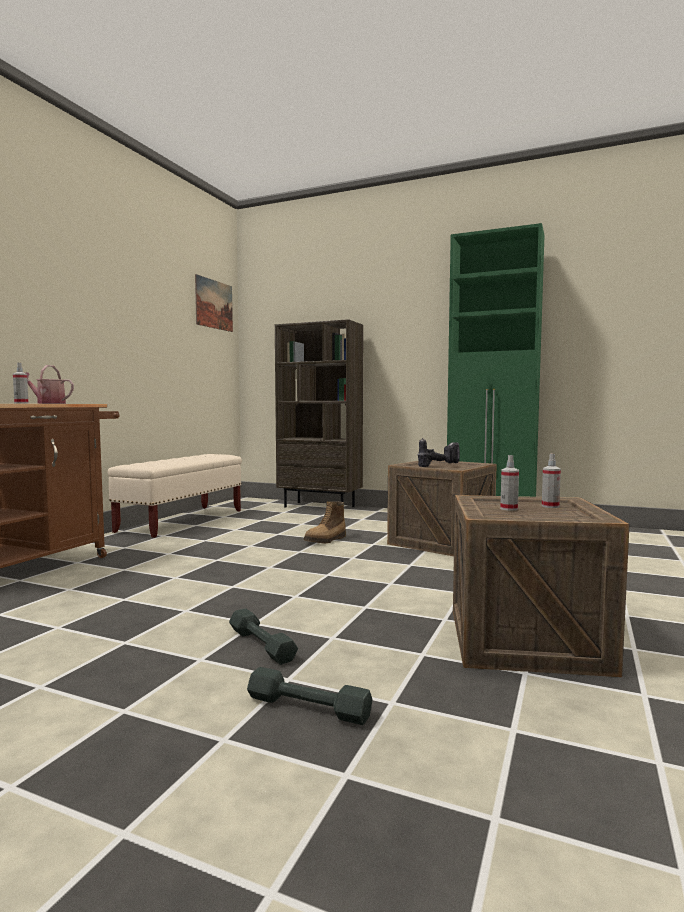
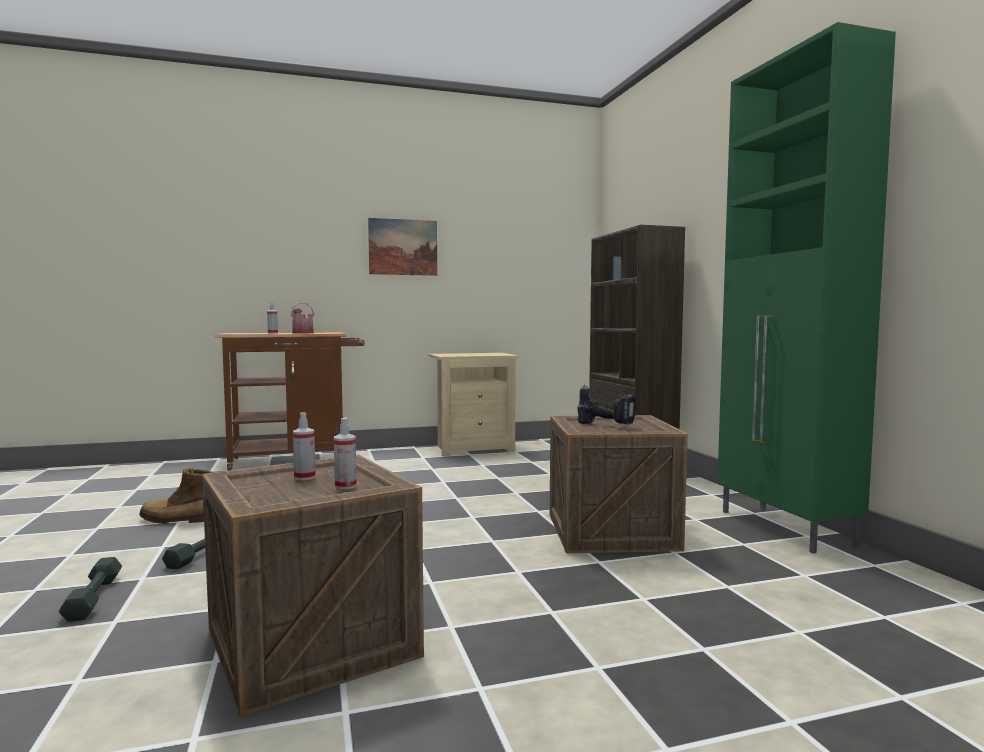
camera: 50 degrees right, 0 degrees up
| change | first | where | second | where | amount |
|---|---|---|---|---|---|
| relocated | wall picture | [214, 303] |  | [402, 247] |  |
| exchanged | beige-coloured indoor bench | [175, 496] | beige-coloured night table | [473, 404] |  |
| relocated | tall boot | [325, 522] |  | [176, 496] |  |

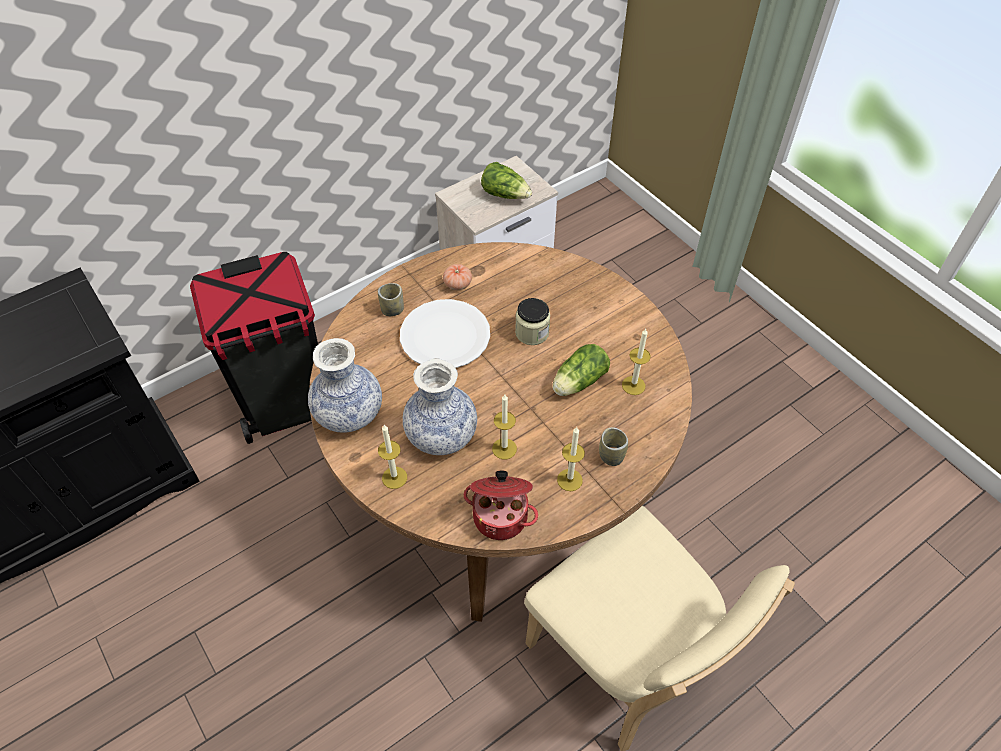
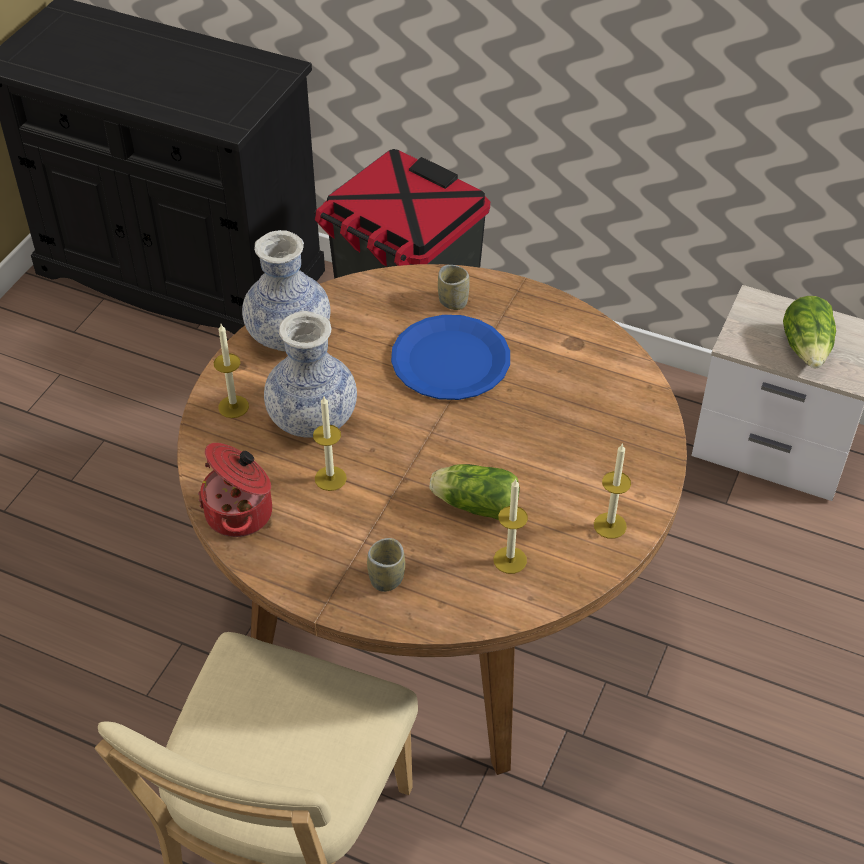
camera: 60 degrees right, 5 degrees down
| change | first | where | second | where | amount |
|---|---|---|---|---|---|
| missing | whole tomato | [457, 277] |  |  |  |
| missing | jar | [532, 321] |  |  |  |
| colour | white dinner plate | [445, 333] | bluish dinner plate | [450, 357] |  |
| relocated | wax light | [571, 459] |  | [612, 491] |  |

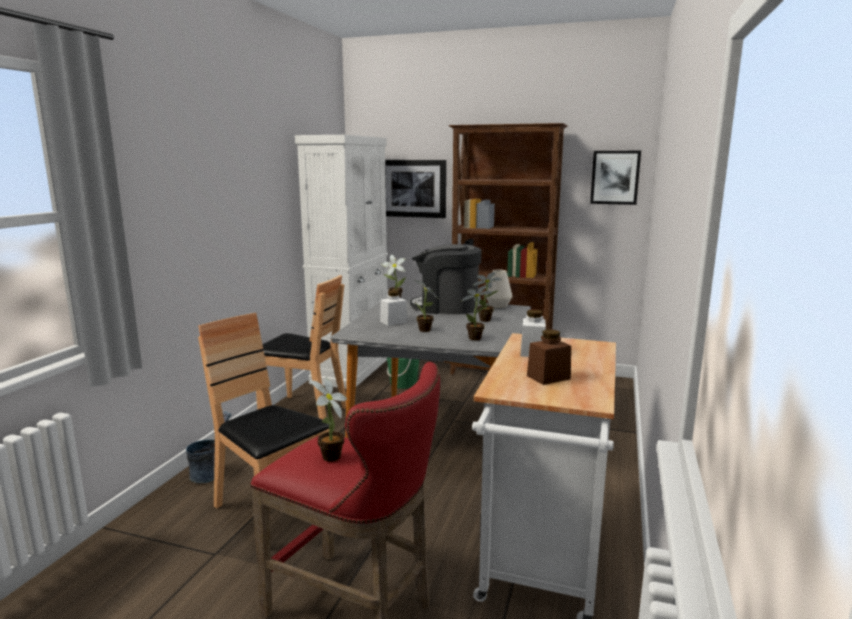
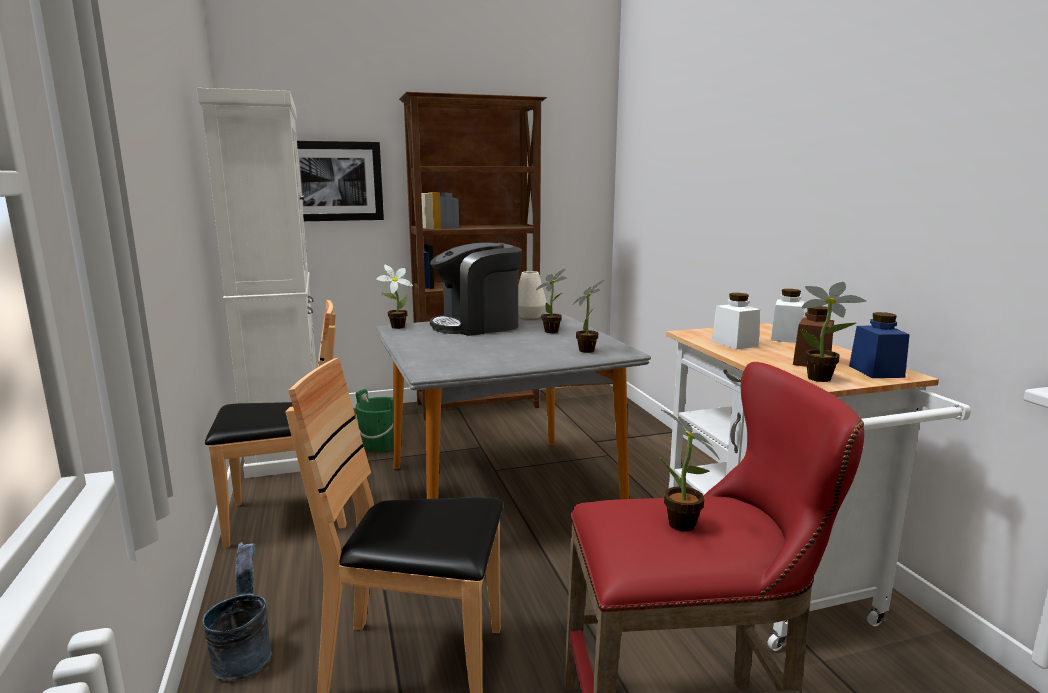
camera: 35 degrees left, 0 degrees up
| change | first | where | second | where | amount |
|---|---|---|---|---|---|
| missing | wall picture | [615, 178] |  |  |  |
| relocated | potted plant | [426, 306] |  | [833, 332] |  |
| relocated | white jar | [394, 308] |  | [787, 316] |  |
| appeared |  |  | bluish jar | [879, 345] |  |

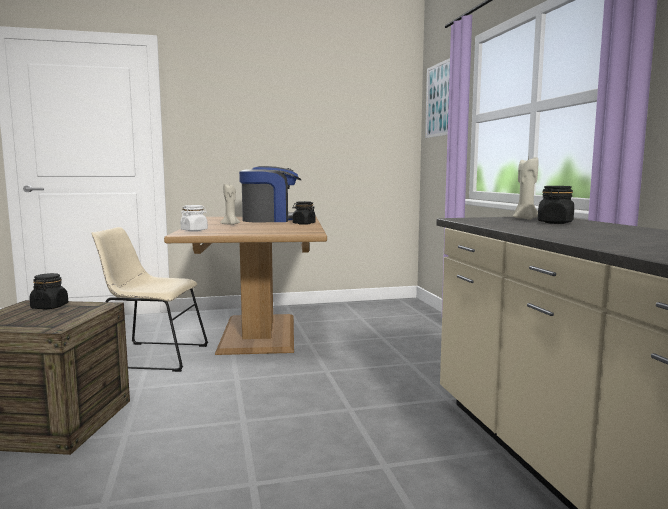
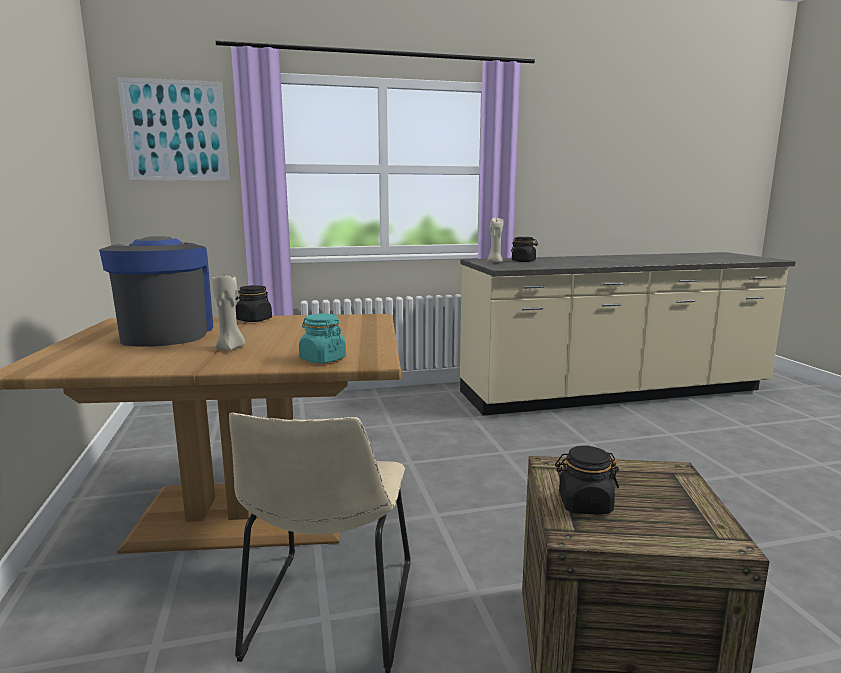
camera: 90 degrees left, 5 degrees up
| change | first | where | second | where | amount |
|---|---|---|---|---|---|
| colour | white jar | [194, 218] | turquoise-coloured jar | [322, 338] |  |

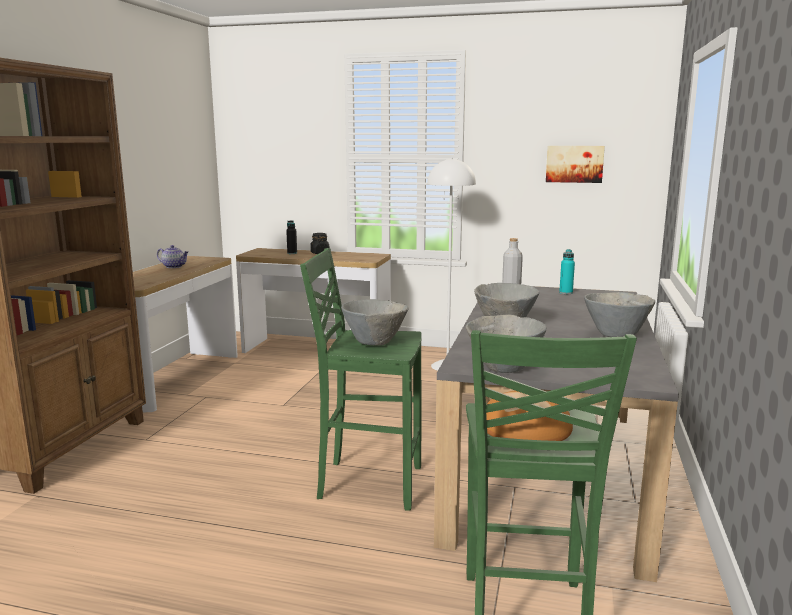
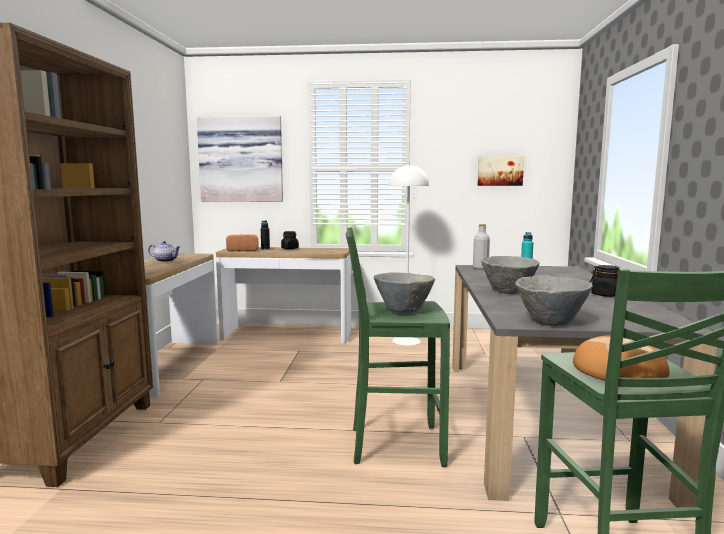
camera: 10 degrees left, 5 degrees down
| change | first | where | second | where | amount |
|---|---|---|---|---|---|
| exchanged | greyish bowl | [620, 314] | blackish jar | [604, 281] |  |
| appeared |  |  | wall picture | [240, 159] |  |
| appeared |  |  | bakery bread | [242, 242] |  |

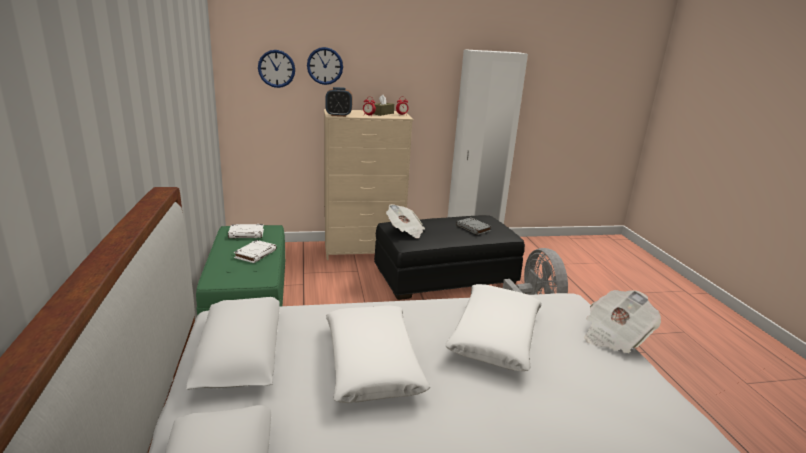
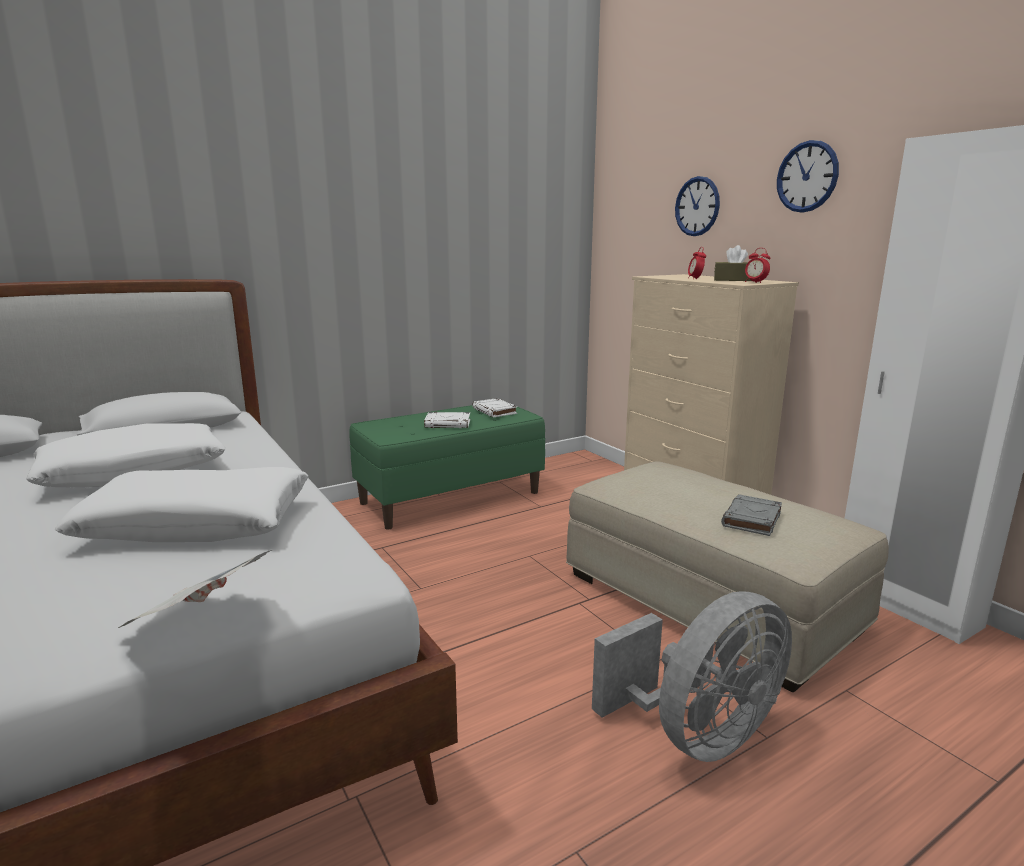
camera: 70 degrees right, 5 degrees down
| change | first | where | second | where | amount |
|---|---|---|---|---|---|
| relocated | hanging clock | [276, 69] |  | [808, 176] |  |
| missing | bedside clock | [338, 102] |  |  |  |
| missing | printed paper | [405, 221] |  |  |  |
| colour | blackish footrest | [449, 257] | beige-coloured footrest | [727, 576] |  |

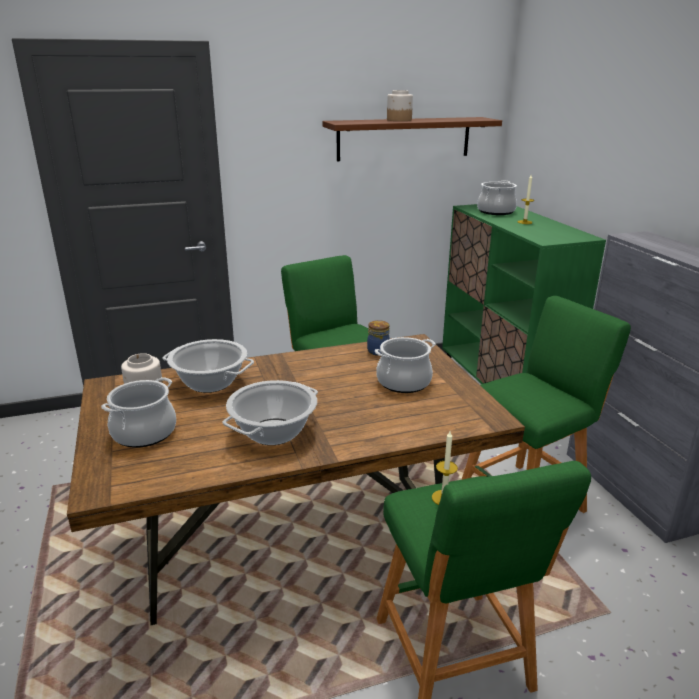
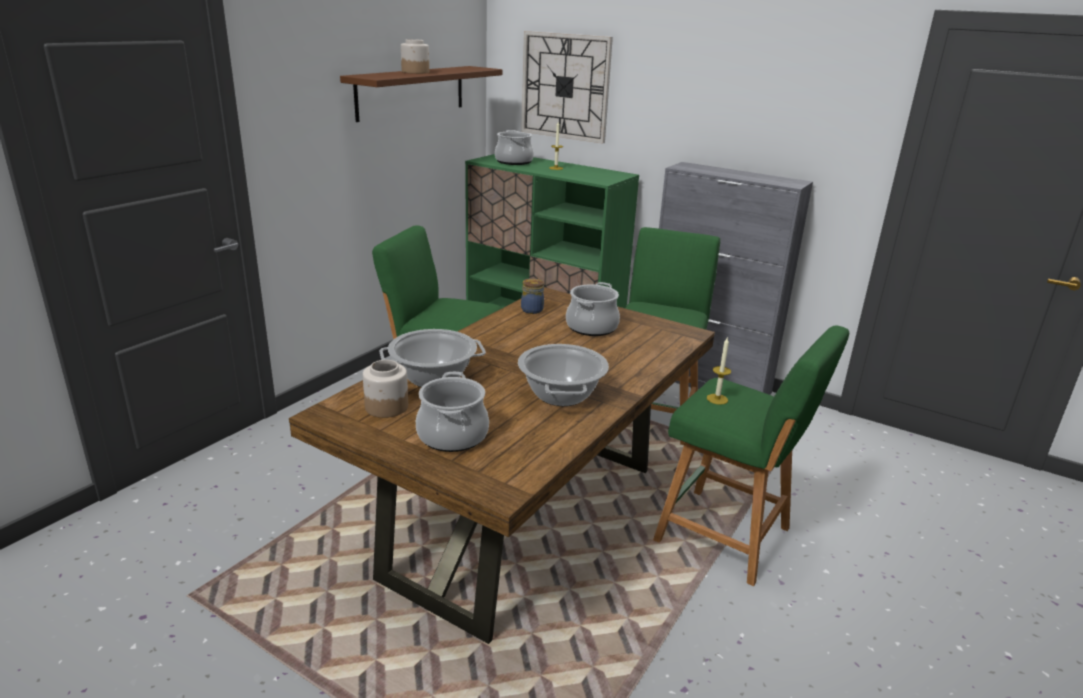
camera: 40 degrees left, 0 degrees up
| change | first | where | second | where | amount |
|---|---|---|---|---|---|
| appeared |  |  | hanging clock | [567, 87] |  |

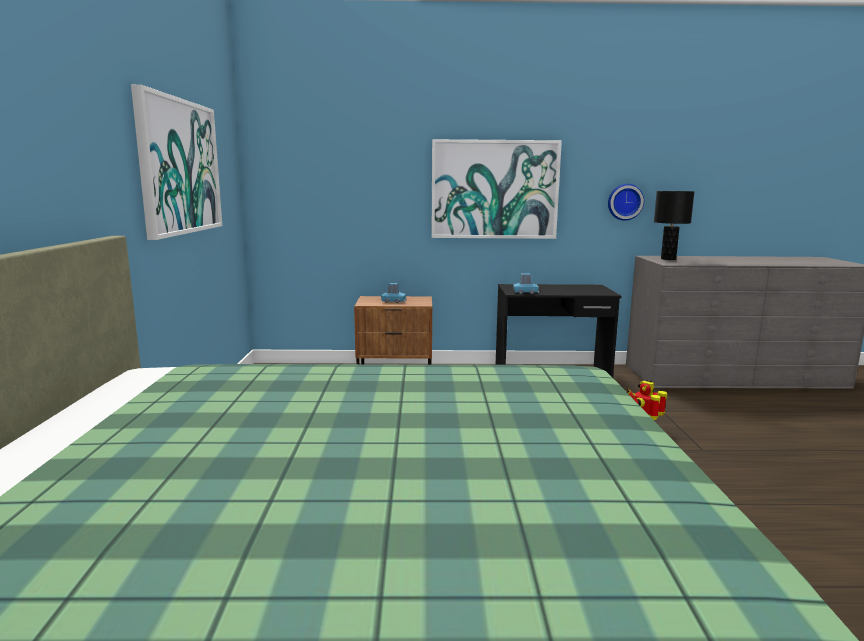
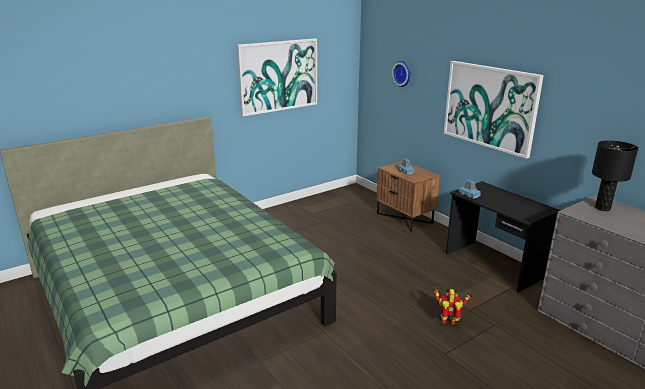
camera: 55 degrees right, 10 degrees up
| change | first | where | second | where | amount |
|---|---|---|---|---|---|
| relocated | hanging clock | [626, 202] |  | [401, 74] |  |

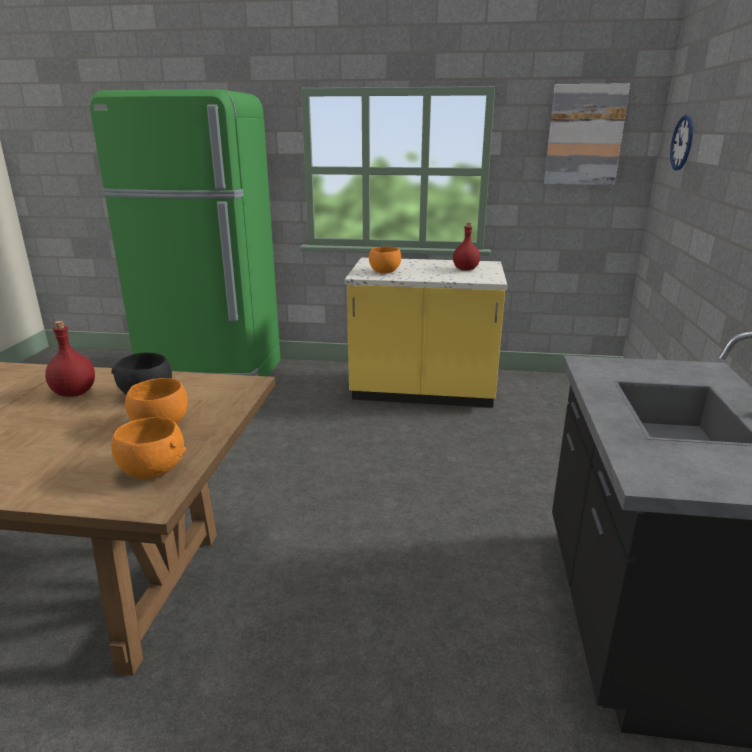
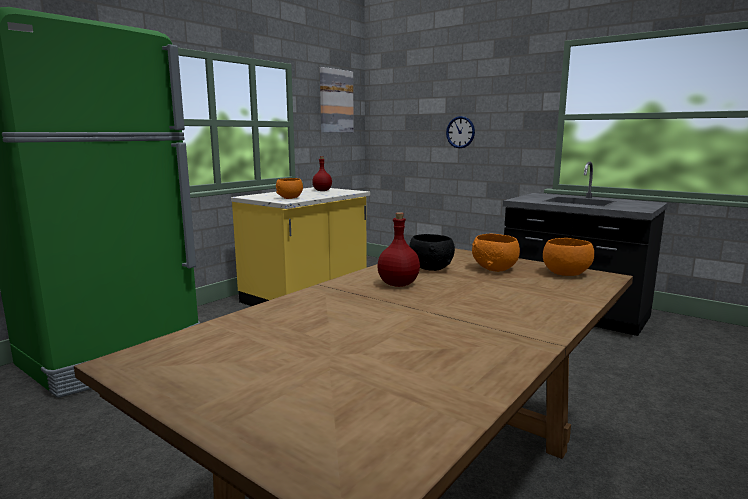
camera: 60 degrees left, 10 degrees down
| change | first | where | second | where | amount |
|---|---|---|---|---|---|
| relocated | hanging clock | [681, 142] |  | [460, 132] |  |

